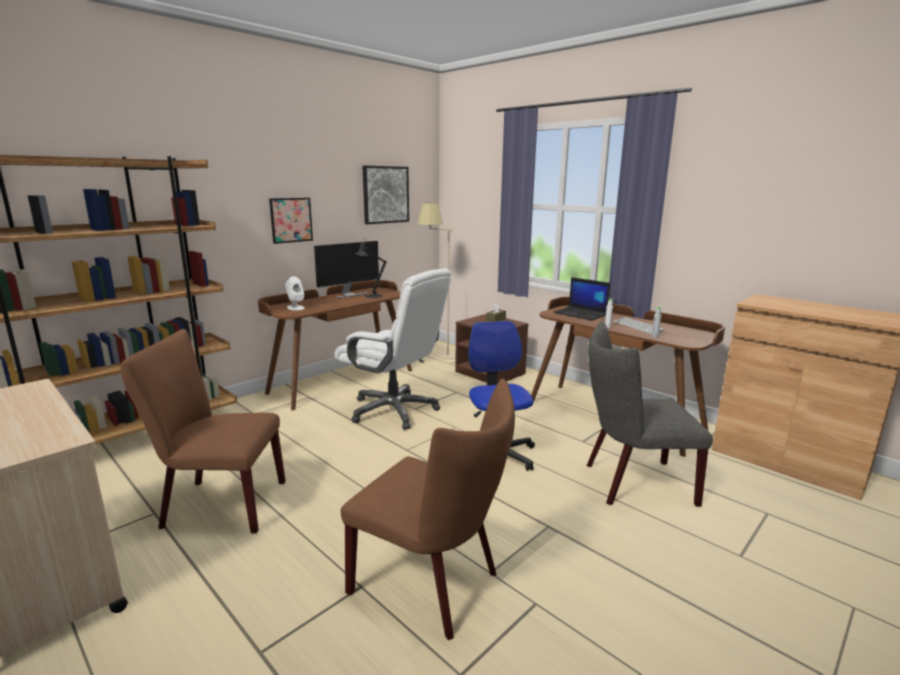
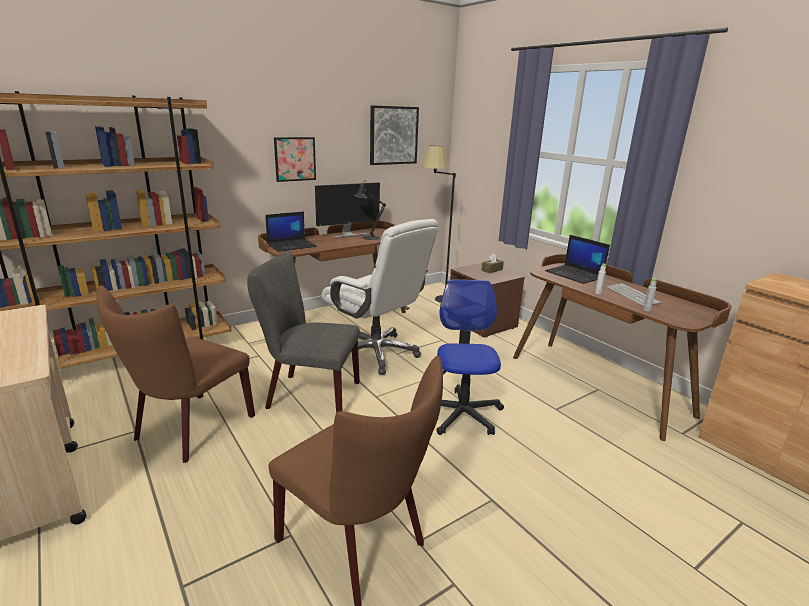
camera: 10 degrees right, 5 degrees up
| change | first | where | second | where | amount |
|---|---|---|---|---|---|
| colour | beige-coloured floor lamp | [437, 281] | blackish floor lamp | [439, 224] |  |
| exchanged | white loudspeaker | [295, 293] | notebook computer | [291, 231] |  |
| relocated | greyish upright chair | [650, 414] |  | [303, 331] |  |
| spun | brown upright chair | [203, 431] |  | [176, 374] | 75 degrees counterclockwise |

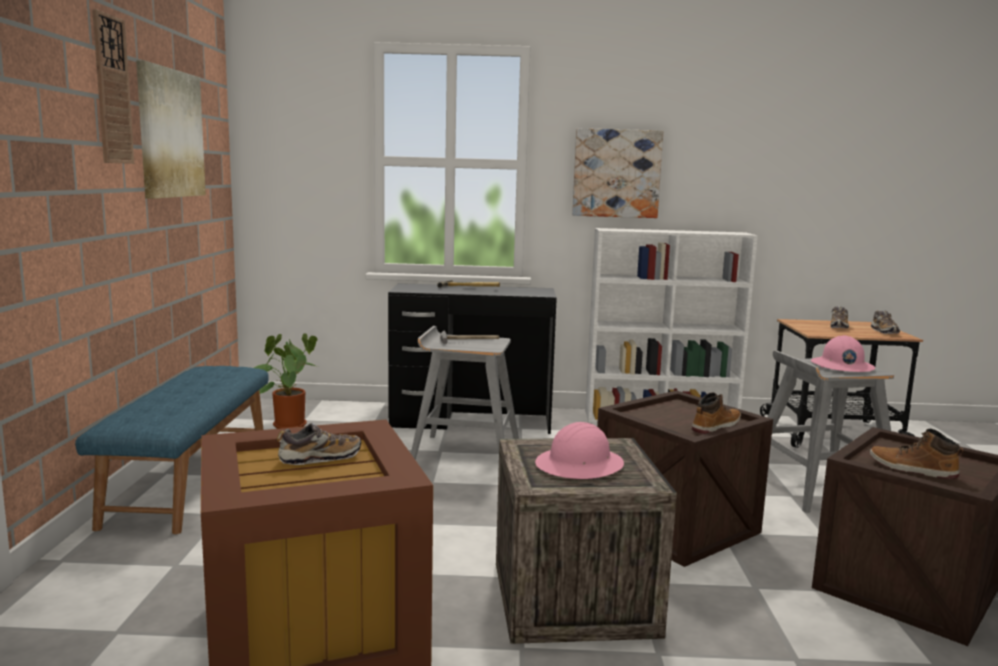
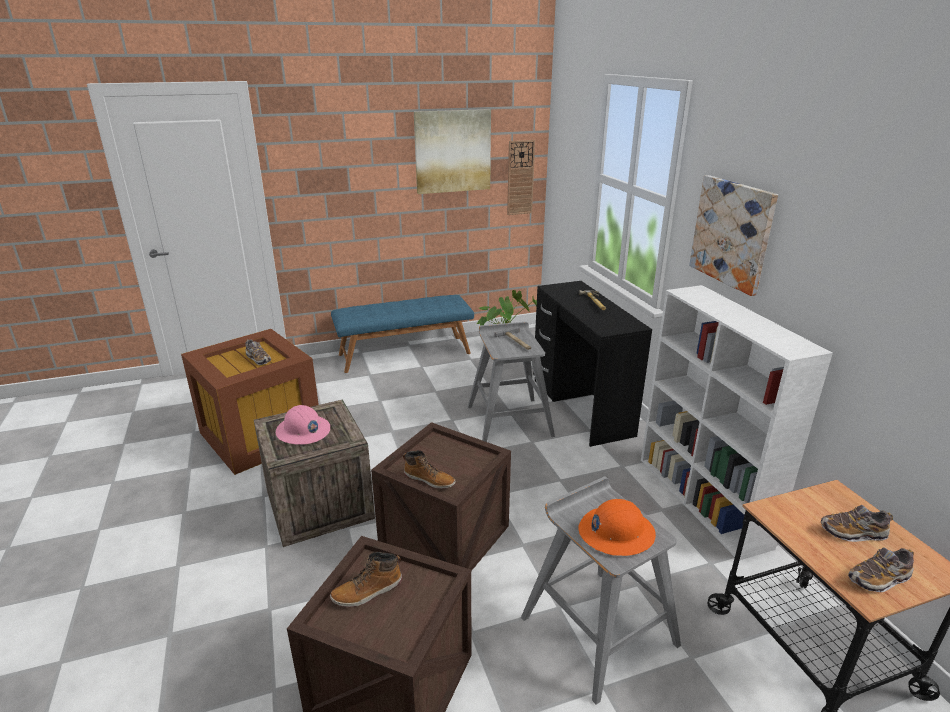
camera: 70 degrees right, 15 degrees up
| change | first | where | second | where | amount |
|---|---|---|---|---|---|
| relocated | hanging clock | [113, 86] |  | [521, 177] |  |
| colour | pinkish safety helmet | [843, 353] | orangey safety helmet | [617, 527] |  |
| spun | tall boot | [916, 454] |  | [366, 579] | 135 degrees counterclockwise |

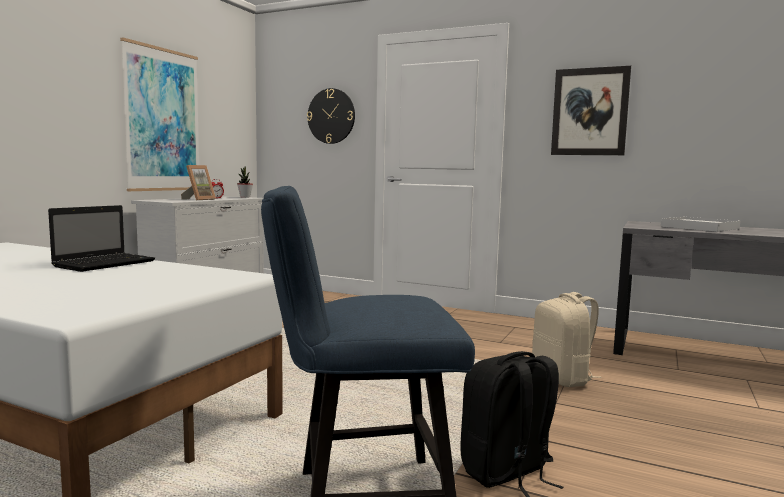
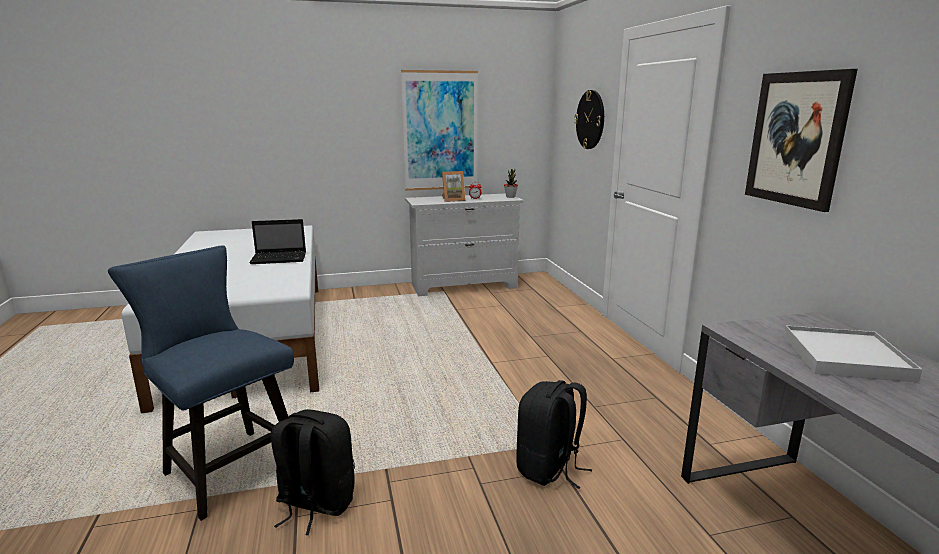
camera: 50 degrees right, 10 degrees up
| change | first | where | second | where | amount |
|---|---|---|---|---|---|
| colour | beige-coloured knapsack | [567, 339] | blackish knapsack | [554, 434] |  |

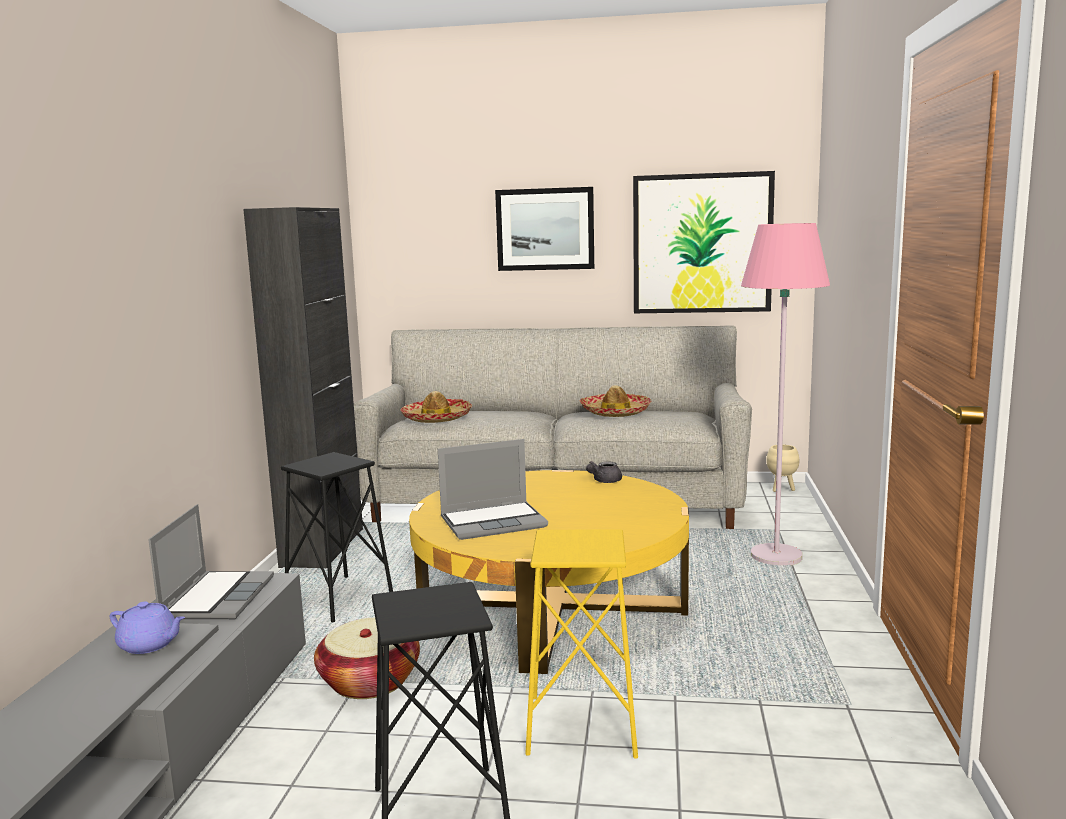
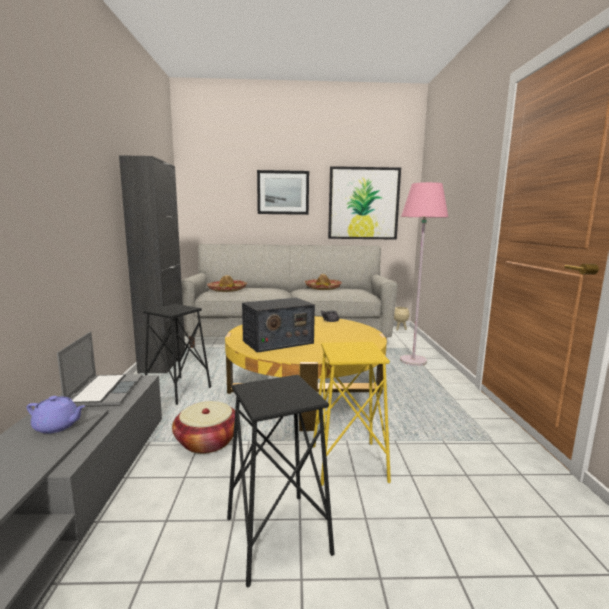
camera: 10 degrees left, 0 degrees up
| change | first | where | second | where | amount |
|---|---|---|---|---|---|
| exchanged | notebook computer | [493, 489] | radio | [278, 325] |  |

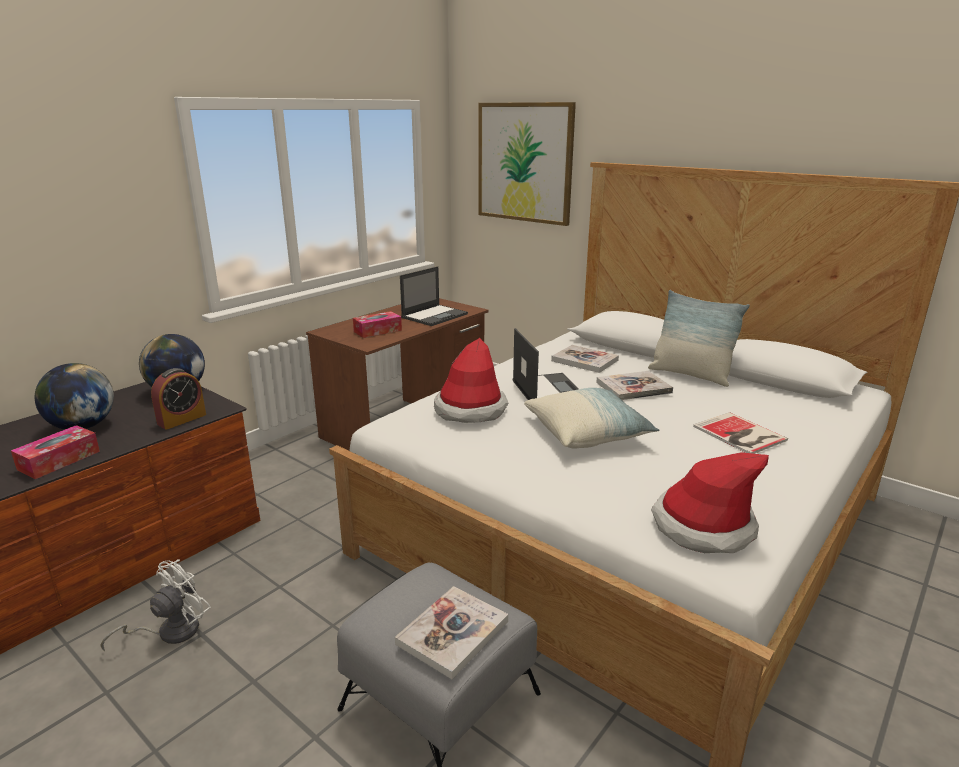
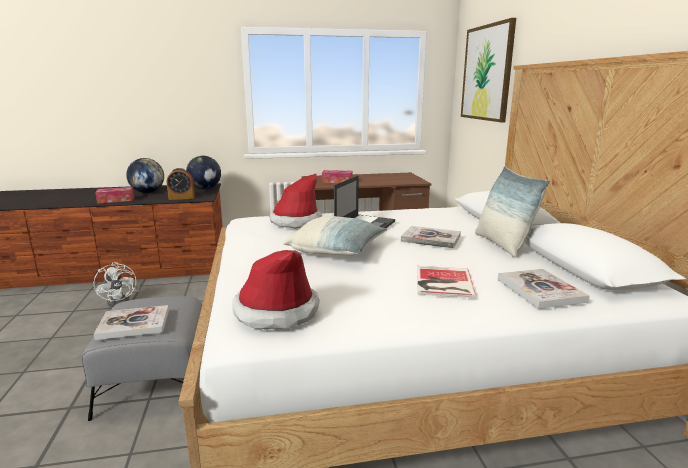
camera: 40 degrees right, 5 degrees down
| change | first | where | second | where | amount |
|---|---|---|---|---|---|
| missing | notebook computer | [434, 296] |  |  |  |
| relocated | book | [585, 359] |  | [543, 289] |  |
| spun | white fan | [155, 605] |  | [117, 284] | 75 degrees clockwise |

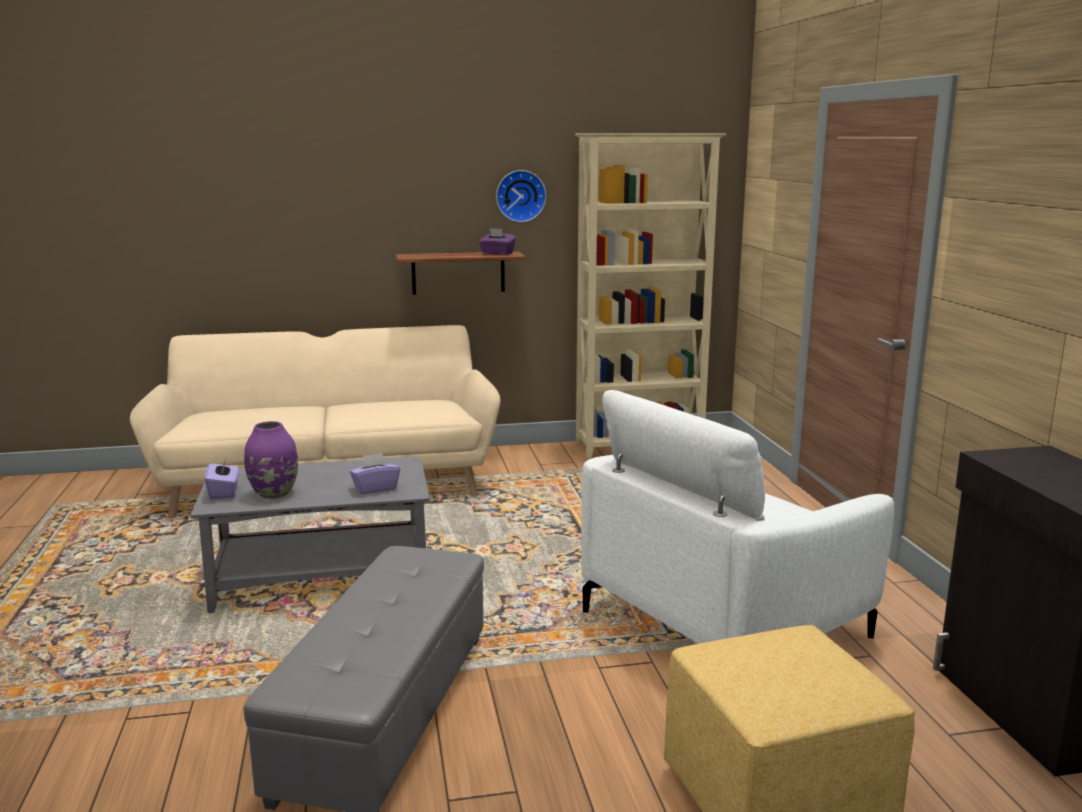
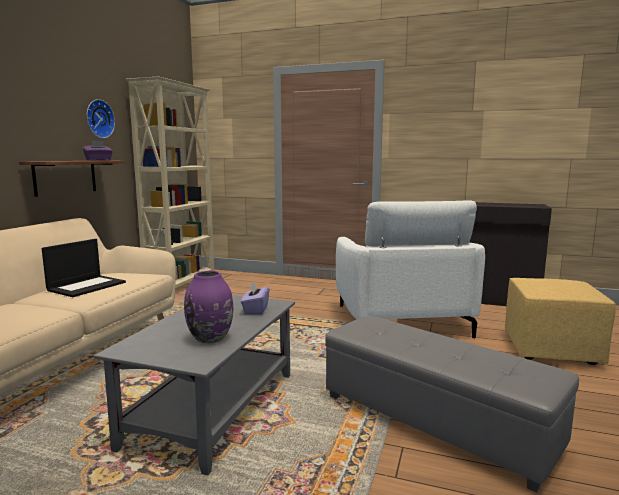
camera: 60 degrees left, 5 degrees down
| change | first | where | second | where | amount |
|---|---|---|---|---|---|
| missing | purplish box of tissues | [222, 478] |  |  |  |
| appeared |  |  | notebook computer | [84, 268] |  |

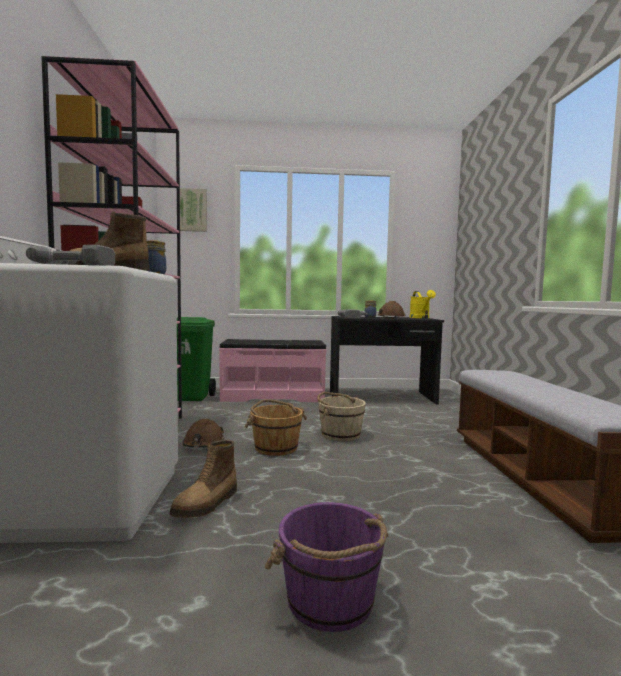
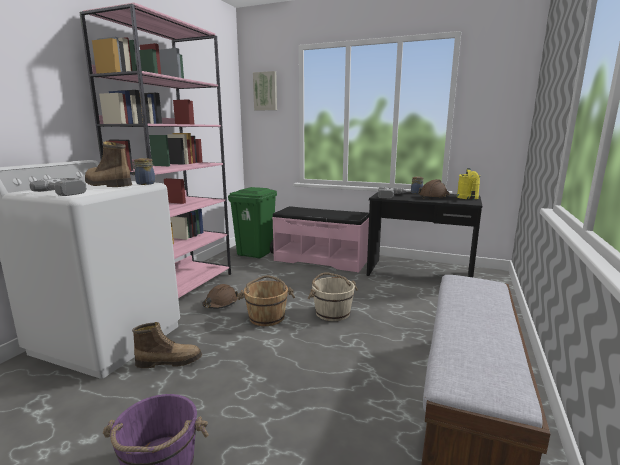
camera: 25 degrees right, 10 degrees up
| change | first | where | second | where | amount |
|---|---|---|---|---|---|
| spun | tall boot | [203, 479] |  | [167, 345] | 150 degrees counterclockwise |

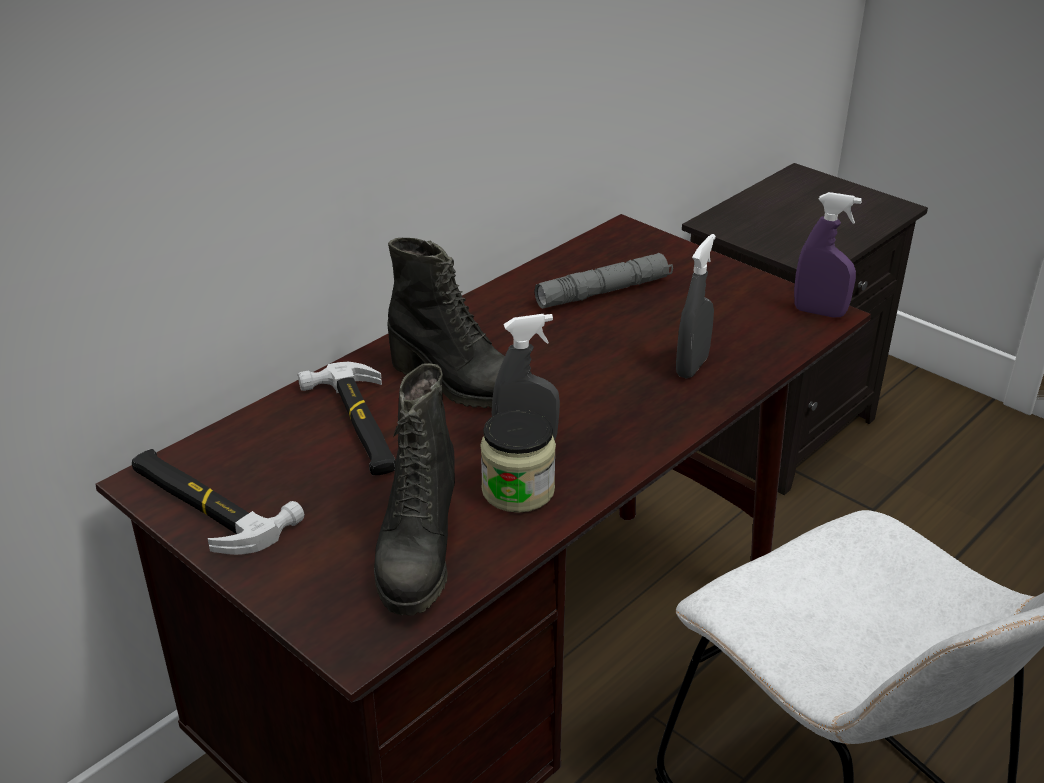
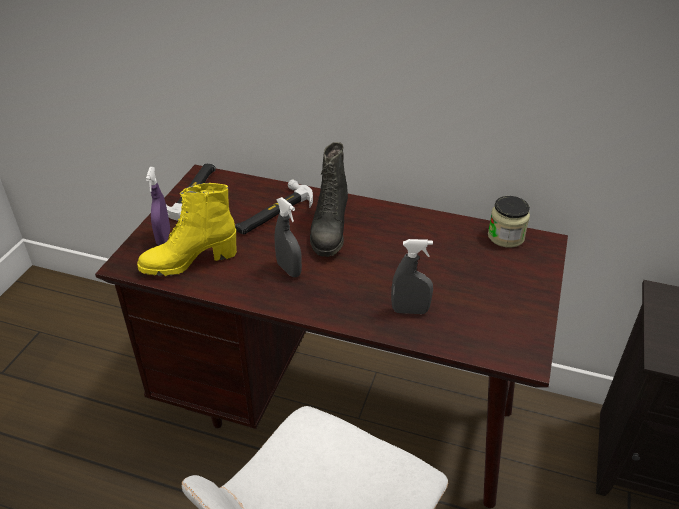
camera: 65 degrees right, 5 degrees up
| change | first | where | second | where | amount |
|---|---|---|---|---|---|
| relocated | purplish sprayer | [828, 255] |  | [158, 206] |  |
| missing | greyish torch | [603, 281] |  |  |  |
| colour | blackish tall boot | [414, 489] | yellowish tall boot | [187, 229] |  |
| relocated | jar | [518, 461] |  | [509, 222] |  |

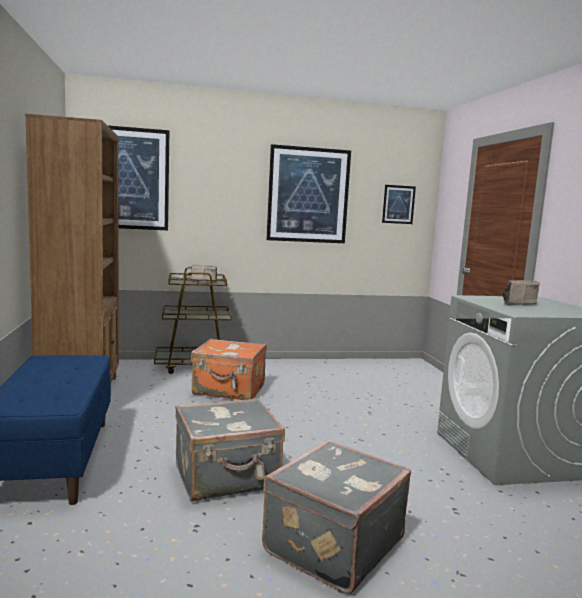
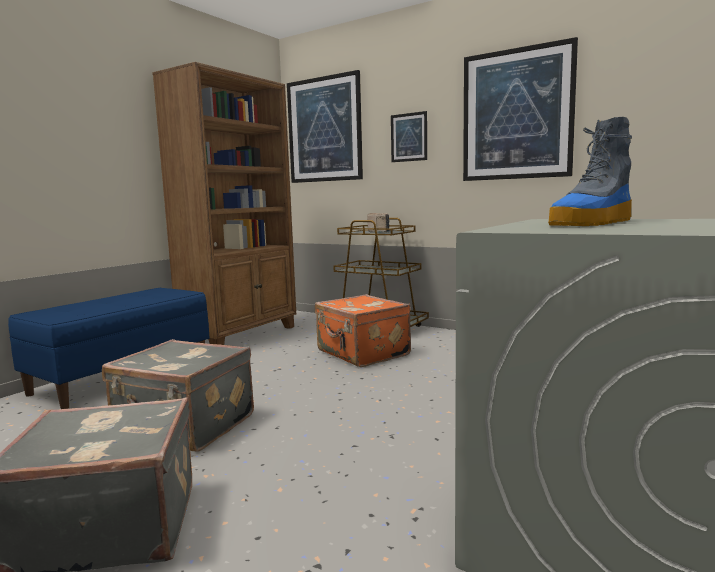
camera: 45 degrees right, 0 degrees up
| change | first | where | second | where | amount |
|---|---|---|---|---|---|
| relocated | wall picture | [399, 204] |  | [409, 136] |  |
| exchanged | radio | [521, 293] | tall boot | [590, 171] |  |

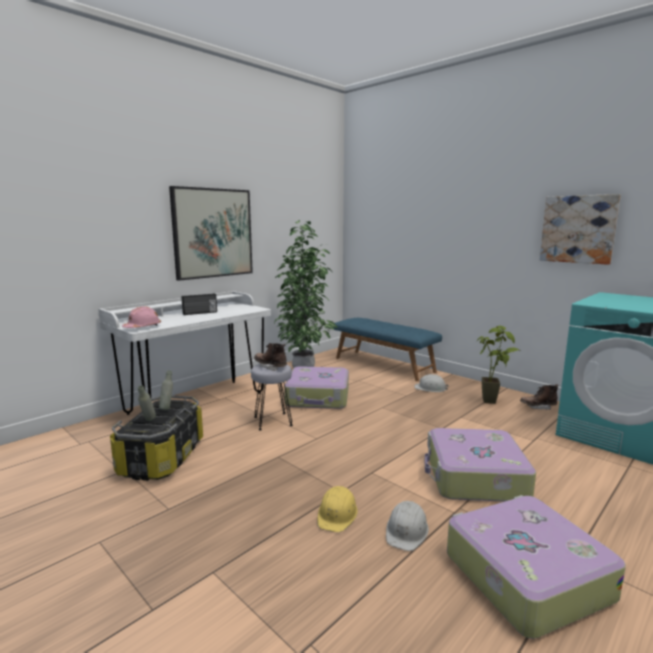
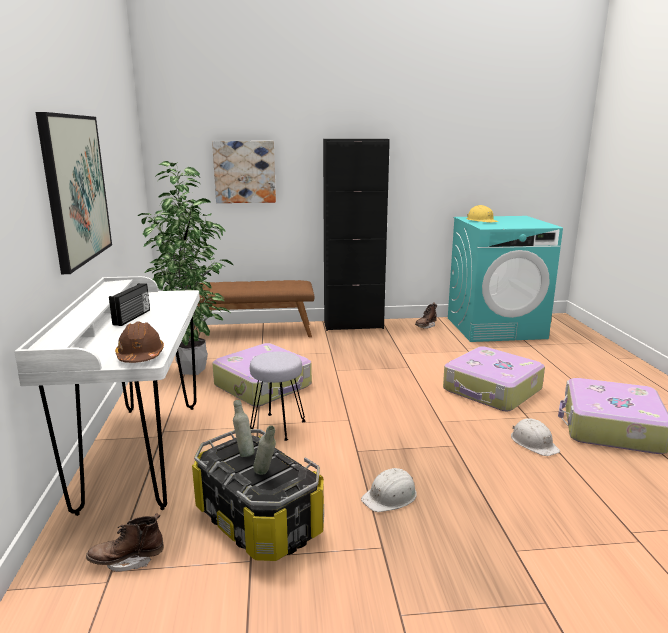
camera: 50 degrees left, 5 degrees up
| change | first | where | second | where | amount |
|---|---|---|---|---|---|
| relocated | wall picture | [580, 229] |  | [244, 172] |  |
| colour | pinkish safety helmet | [141, 317] | brown safety helmet | [139, 342] |  |
| colour | bluish indoor bench | [387, 349] | brown indoor bench | [250, 309] |  |
| missing | potted plant | [497, 365] |  |  |  |
| relocated | brown tall boot | [270, 357] |  | [125, 542] |  |
| relocated | white safety helmet | [431, 383] |  | [389, 490] |  |
| relocated | yellowish safety helmet | [337, 509] |  | [483, 213] |  |
| appeared |  |  | blackish storage cabinet | [356, 235] |  |

